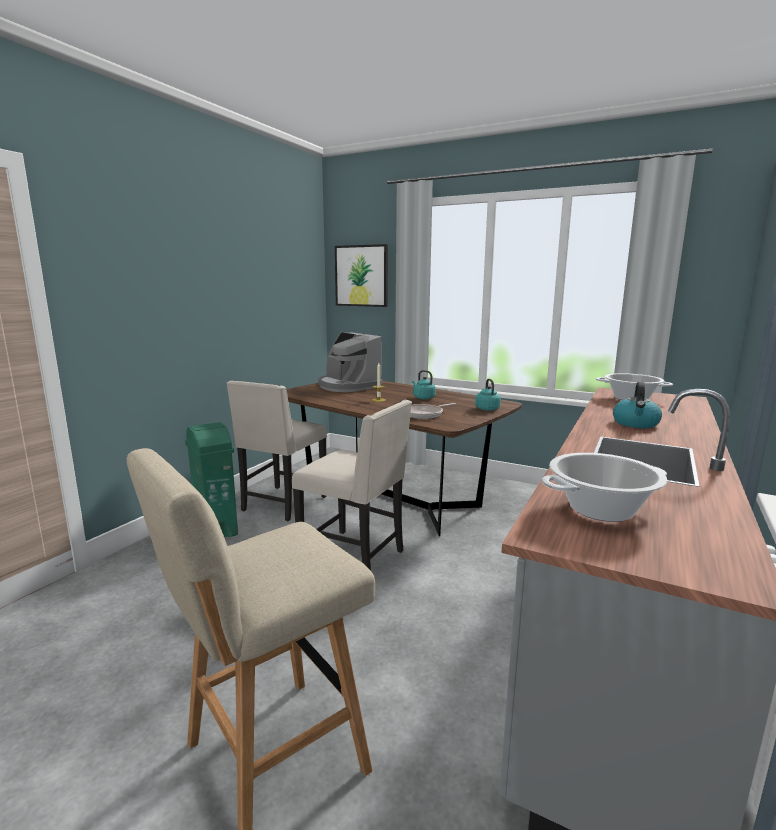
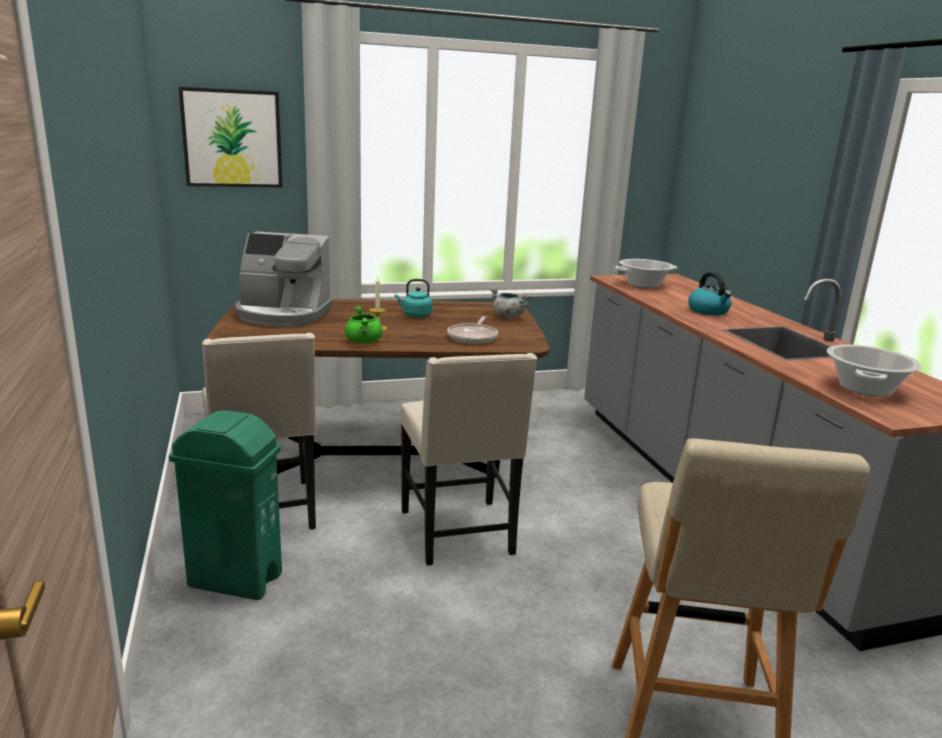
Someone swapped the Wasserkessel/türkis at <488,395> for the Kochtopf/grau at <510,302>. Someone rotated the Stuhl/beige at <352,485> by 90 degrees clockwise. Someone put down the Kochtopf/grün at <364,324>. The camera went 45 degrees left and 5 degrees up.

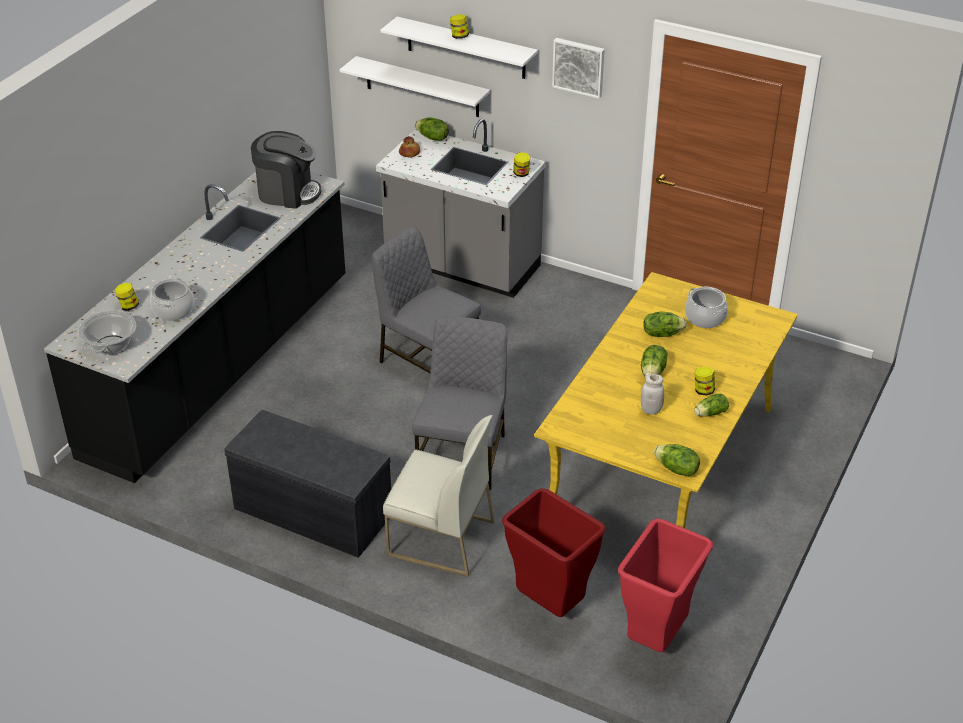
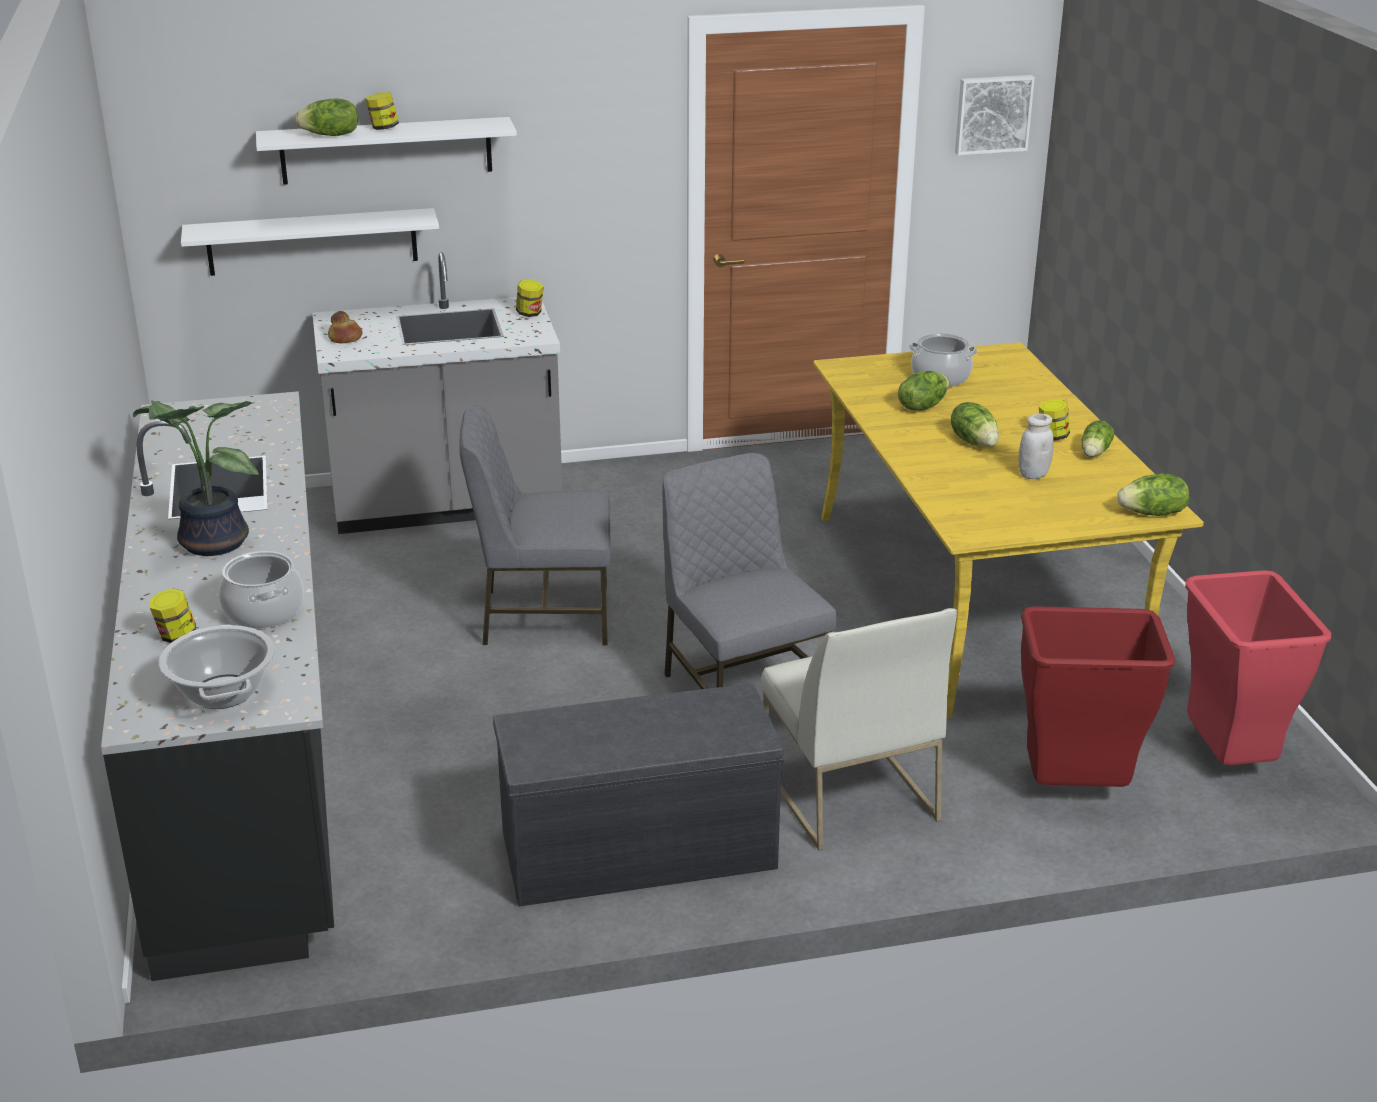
Someone carried the Bild from <578,68> to <995,115>. Someone carried the Salatkopf from <432,129> to <326,117>. Someone took away the Kaffeemaschine at <286,170>. Someone rotated the Stuhl/weiß at <439,496> by 90 degrees clockwise. Someone put down the Topfpflanze at <196,478>. The camera went 40 degrees left and 10 degrees down.

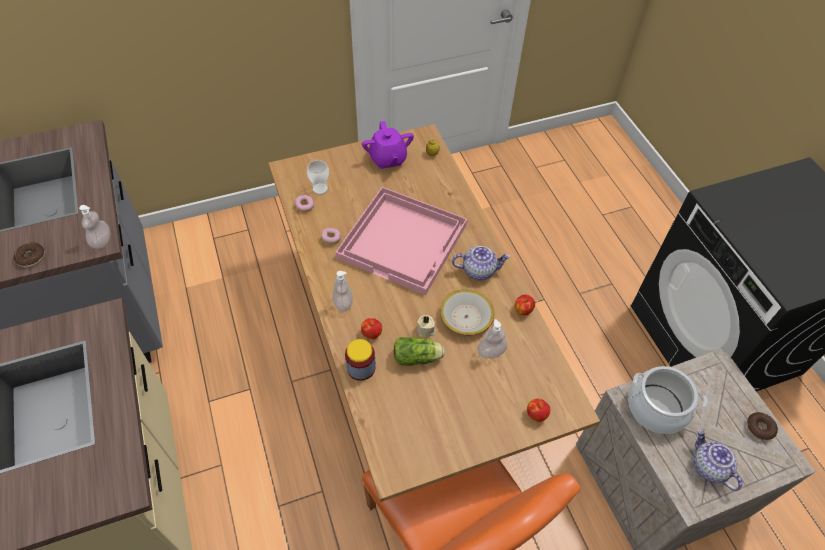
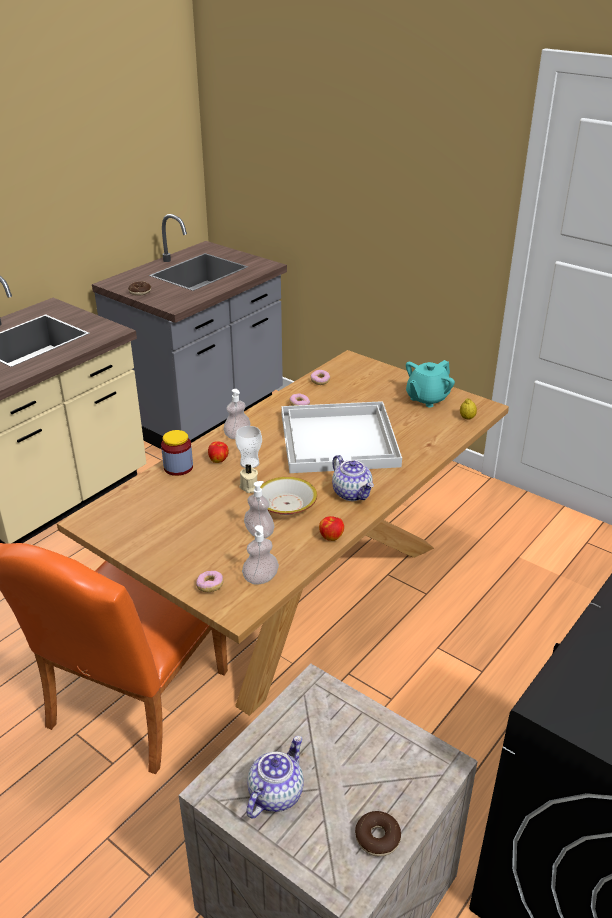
Someone repainted the Teekanne/lila at <388,145>, which became the Teekanne/türkis at <430,383>. Someone carried the Tasse from <318,177> to <248,447>. Someone repainted the Tablett/rosa at <401,241>, which became the Tablett/weiß at <341,437>. Someone carried the Seifenspender from <94,227> to <260,555>. Someone took away the Salatkopf at <419,351>. Someone took away the Kochtopf at <667,400>. Someone swapped the Apfel at <538,410> for the Donut at <209,581>. The camera went 60 degrees right and 20 degrees down.

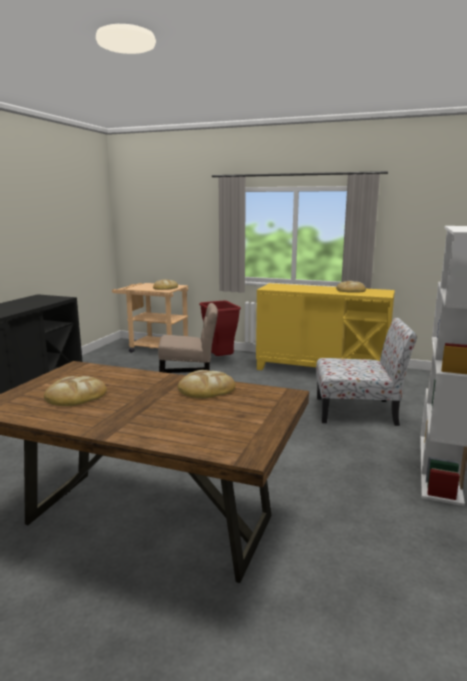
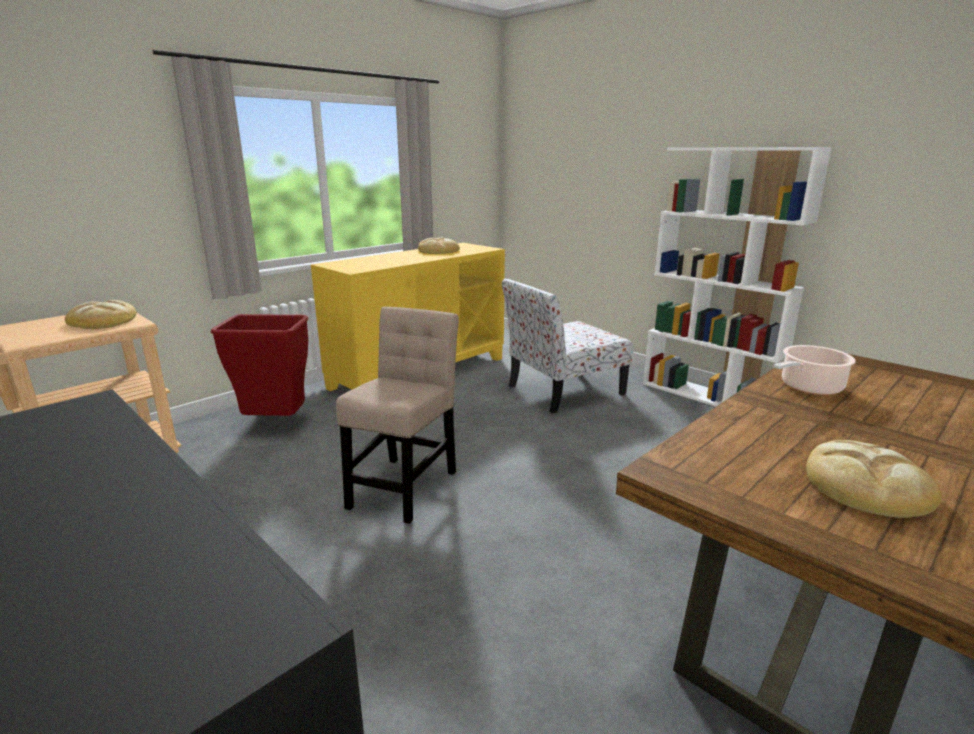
Someone rotated the Stuhl at <366,372> by 150 degrees counterclockwise. Someone swapped the Brot at <207,384> for the Kochtopf at <814,370>. The camera went 65 degrees left and 5 degrees up.

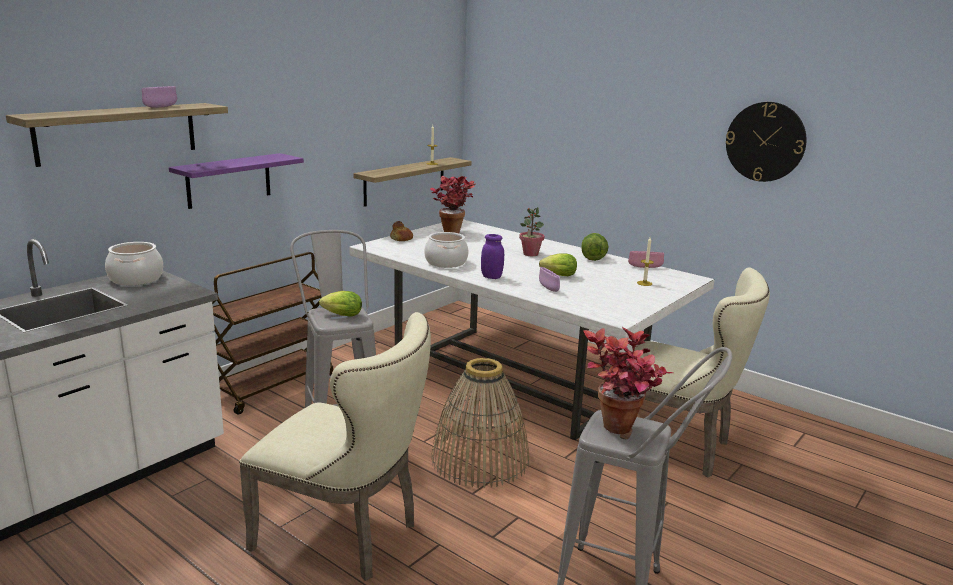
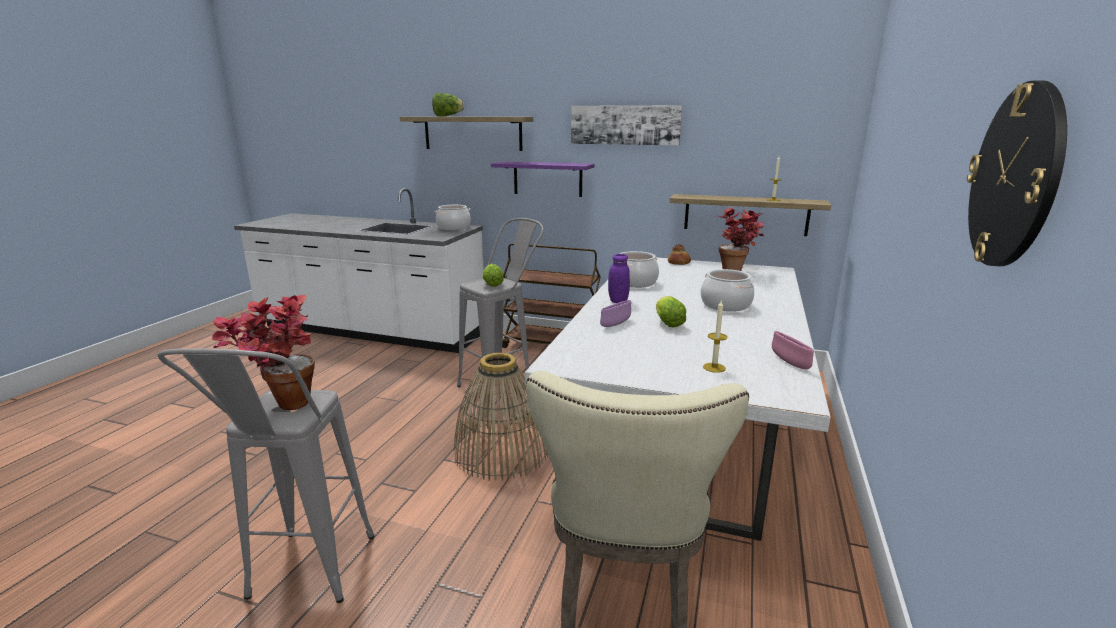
Someone took away the Schüssel/lila at <159,97>. Someone swapped the Topfpflanze at <532,231> for the Kochtopf at <727,290>. Someone carried the Salatkopf from <595,247> to <448,104>. Someone took away the Stuhl/beige at <335,446>. Someone put up the Bild at <626,125>. The camera went 70 degrees right and 0 degrees up.

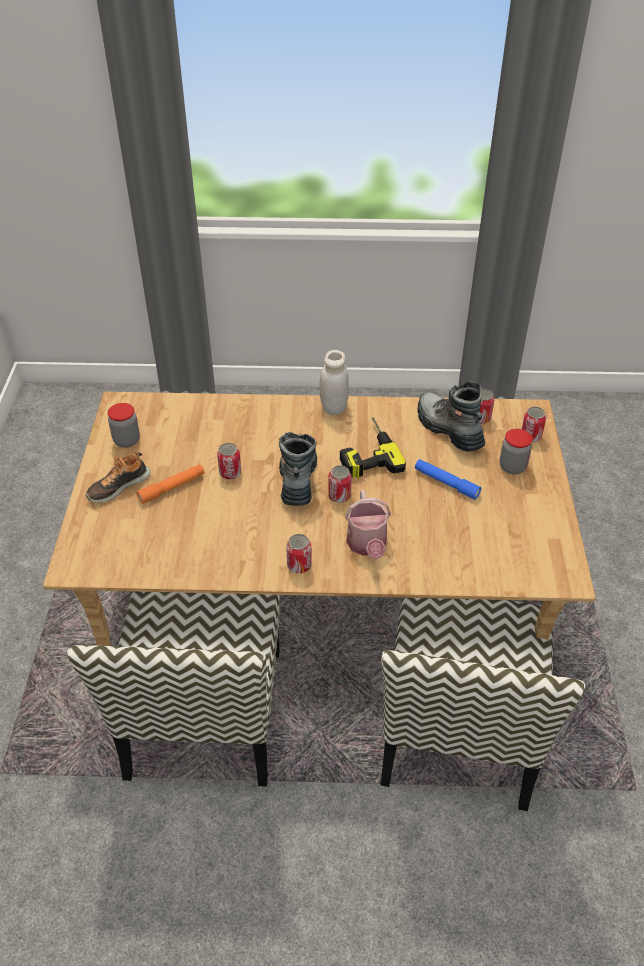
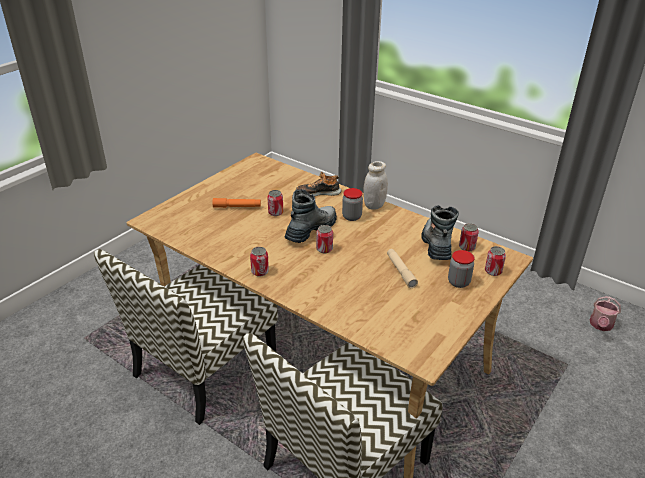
Someone carried the Vorratsglas from <124,425> to <352,204>. Someone took away the Bohrmaschine at <373,448>. Someone carried the Schuh from <118,477> to <318,184>. Someone repainted the Taschenlampe/blau at <448,479>, which became the Taschenlampe/beige at <402,268>. Someone carried the Gießkanne from <368,524> to <605,313>. The camera went 35 degrees right and 10 degrees down.

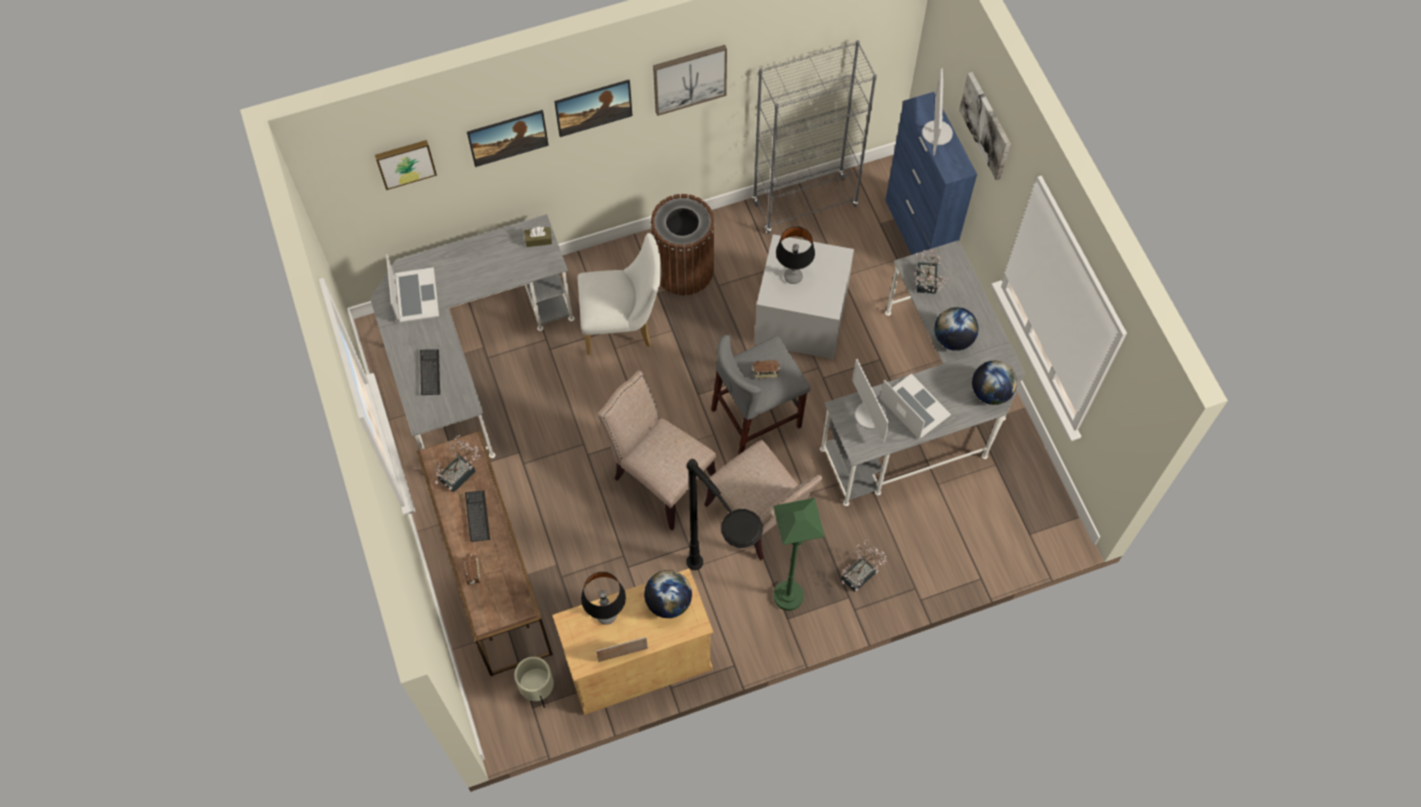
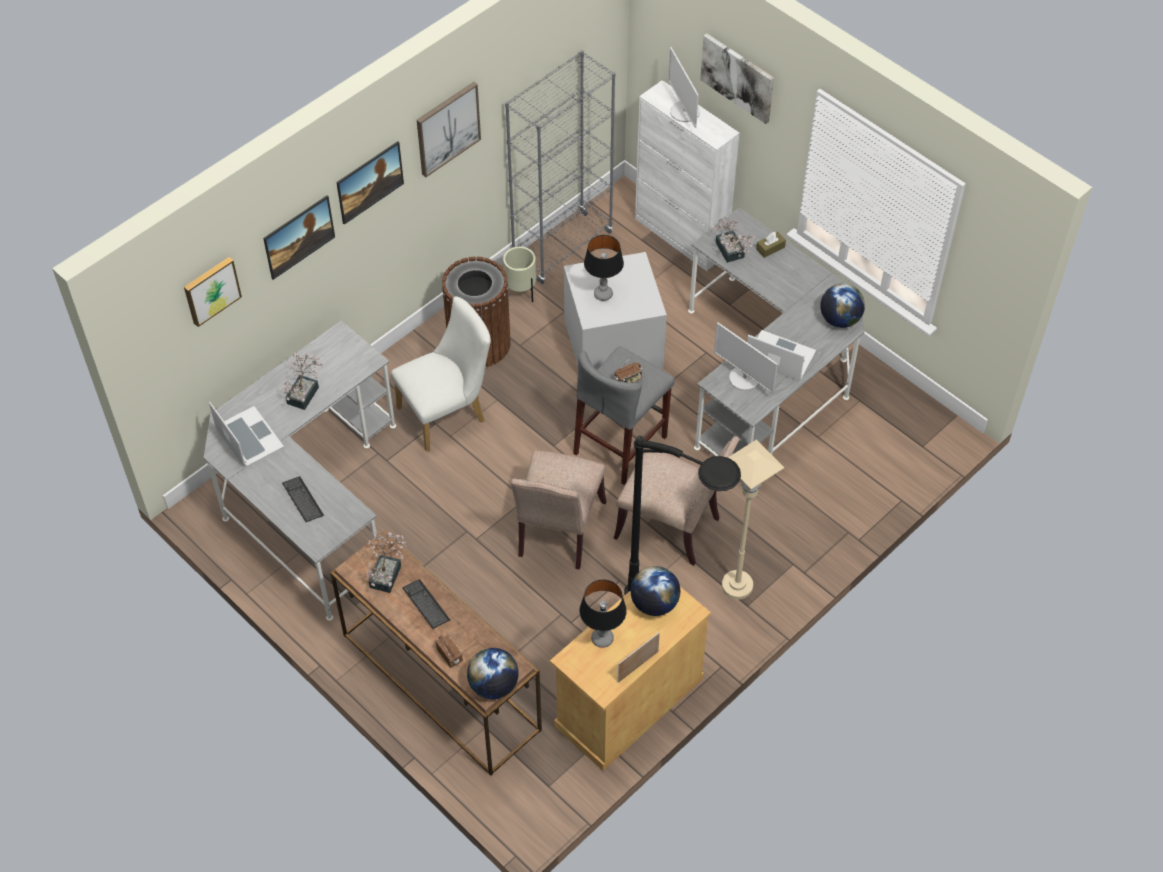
Someone repainted the Schrank/blau at <931,173>, which became the Schrank/weiß at <687,175>. Someone carried the Taschentuchbox/braun from <538,237> to <771,245>. Someone carried the Globus from <956,329> to <493,673>. Someone rotated the Stuhl/beige at <657,450> by 90 degrees counterclockwise. Someone repainted the Stehlampe/grün at <799,554>, which became the Stehlampe/beige at <753,519>. Someone carried the Topfpflanze from <864,566> to <303,380>. Someone carried the Pflanzkübel/beige from <534,682> to <519,274>. The camera went 25 degrees left and 10 degrees down.

